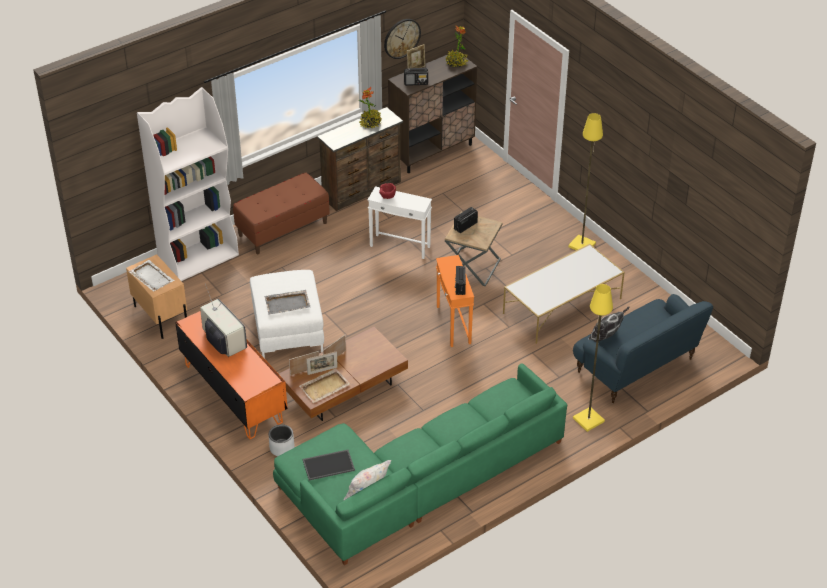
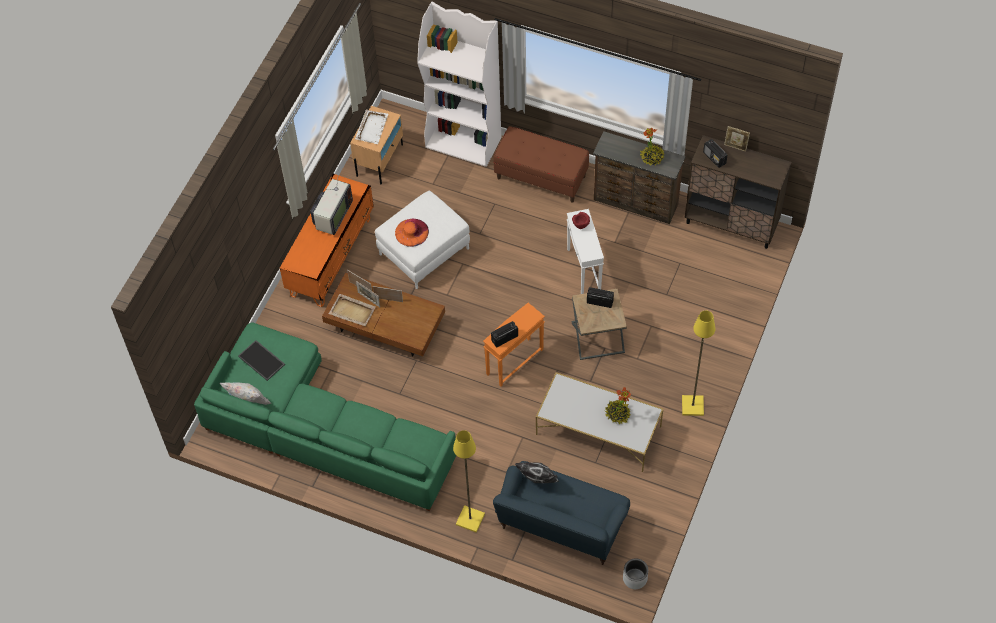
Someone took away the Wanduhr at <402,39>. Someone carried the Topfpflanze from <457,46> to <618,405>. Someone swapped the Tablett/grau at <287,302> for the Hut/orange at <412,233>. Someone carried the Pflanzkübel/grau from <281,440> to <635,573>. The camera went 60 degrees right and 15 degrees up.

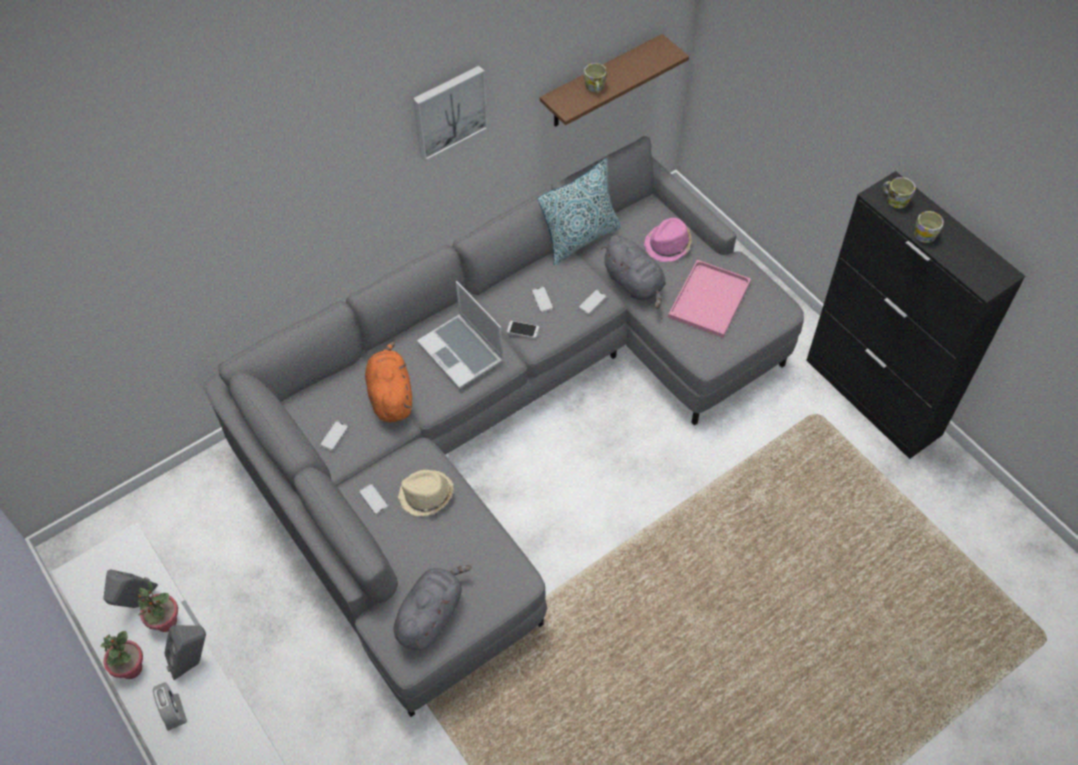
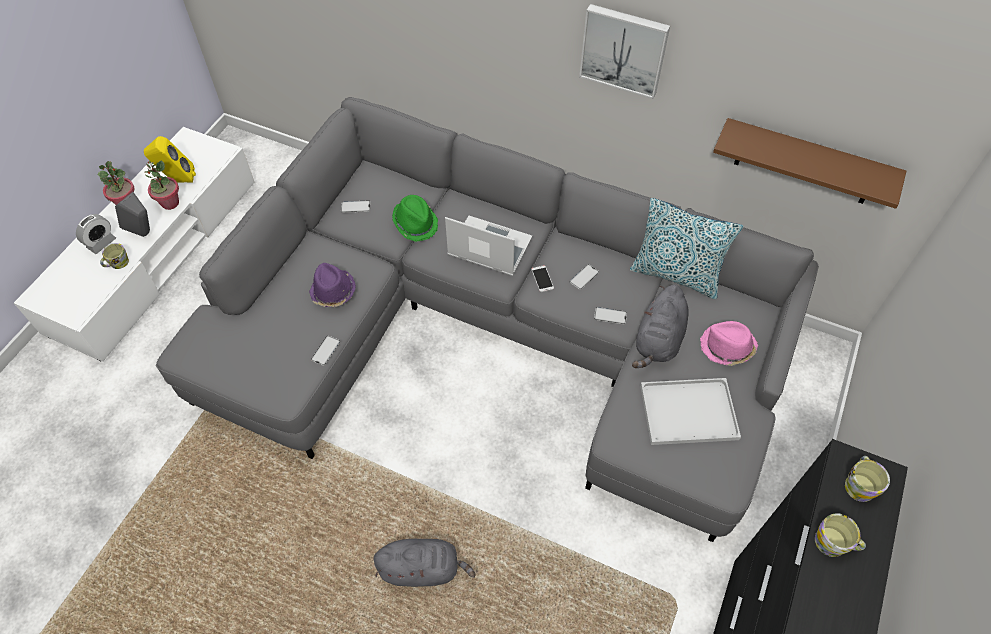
Someone carried the Henkelbecher from <595,78> to <114,256>. Someone repainted the Tablett/rosa at <709,299>, which became the Tablett/weiß at <690,411>. Someone rotated the Laptop at <460,335> by 90 degrees clockwise. Someone swapped the Plüschtier/orange at <388,381> for the Hut/grün at <415,218>. Someone repainted the Hut/beige at <426,493>, which became the Hut/lila at <332,285>. Someone carried the Handy from <374,499> to <325,351>. Someone carried the Plüschtier/grau from <433,607> to <424,563>. Someone repainted the Lautsprecher/grau at <130,588>, which became the Lautsprecher/gelb at <170,159>. The camera went 60 degrees right and 0 degrees up.

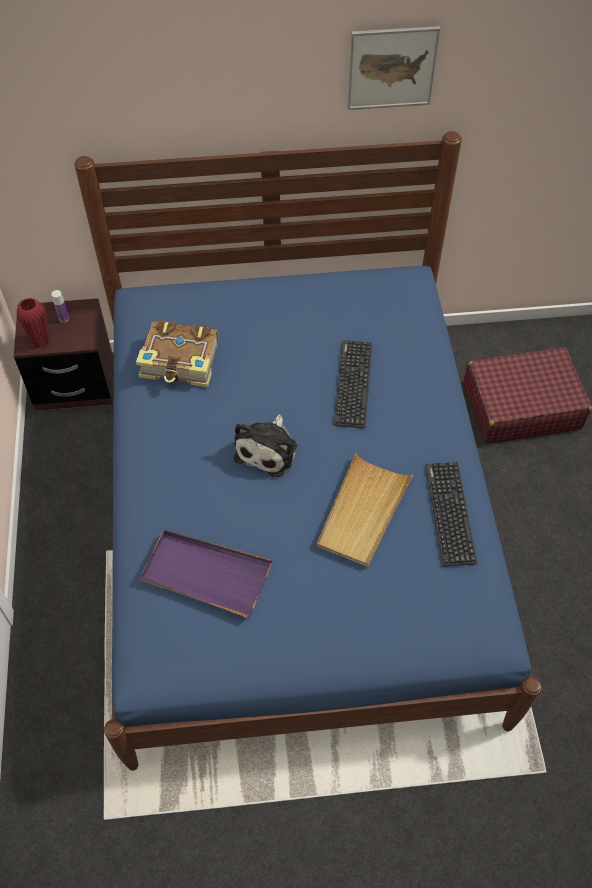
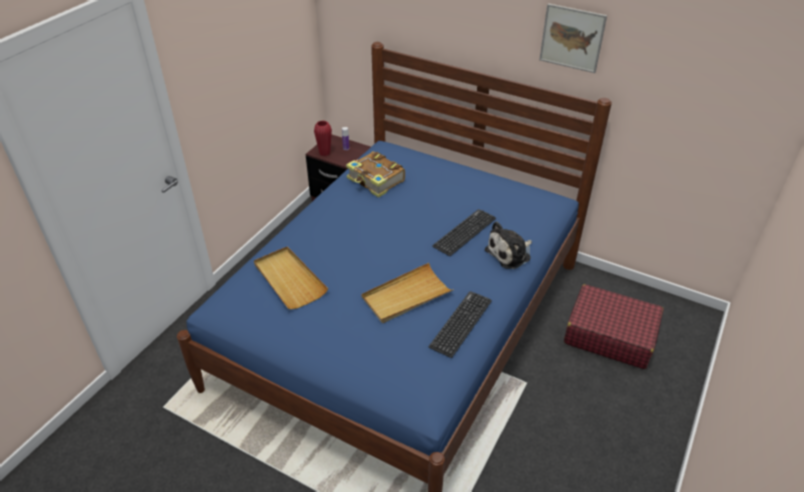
Someone carried the Plüschtier from <265,446> to <508,245>. Someone repainted the Tablett/lila at <206,574>, which became the Tablett/beige at <291,278>. The camera went 35 degrees right and 15 degrees down.

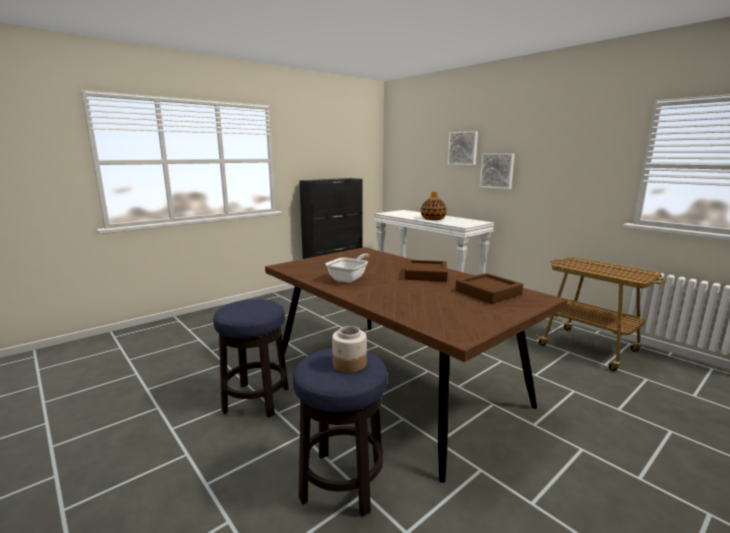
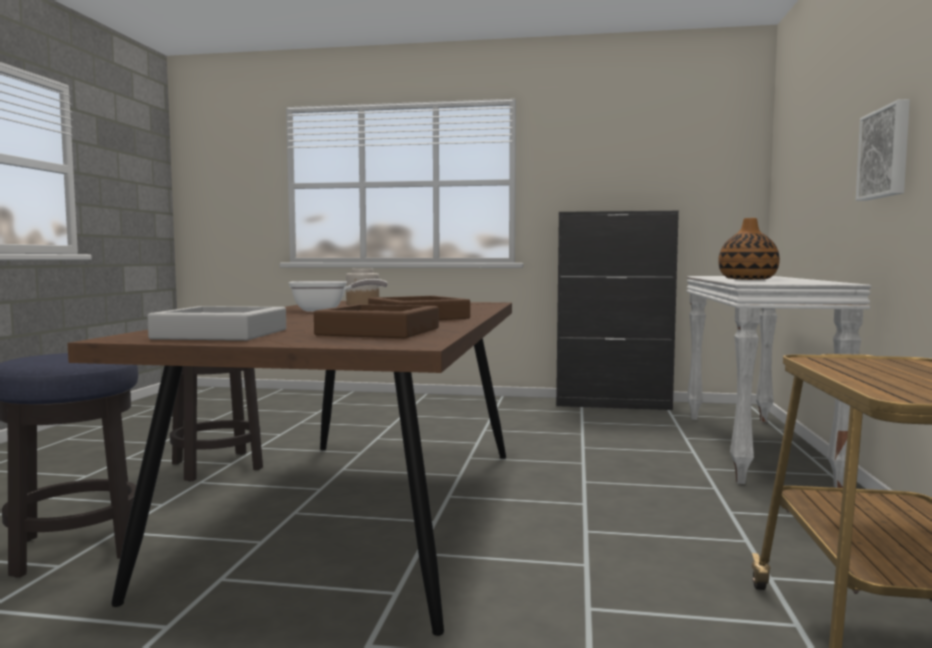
Someone took away the Bild at <463,148>. Someone carried the Vorratsglas from <349,349> to <362,287>. Someone put down the Tablett/grau at <216,323>. The camera went 50 degrees right and 10 degrees down.

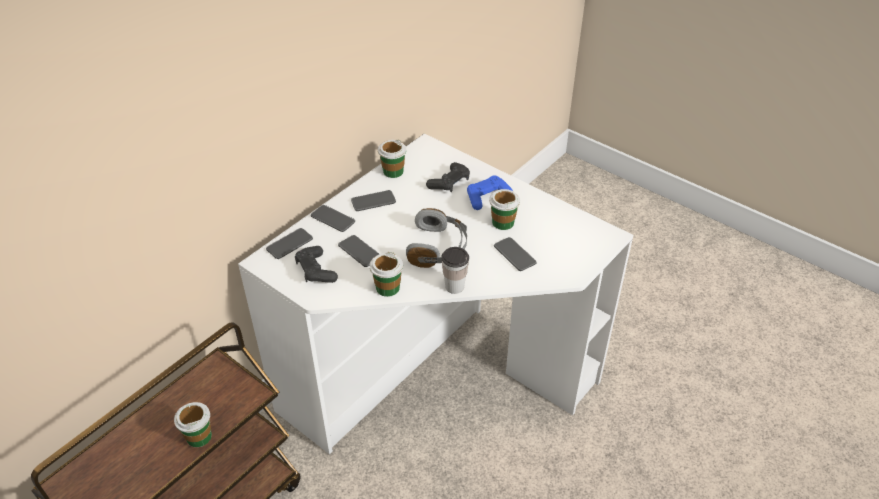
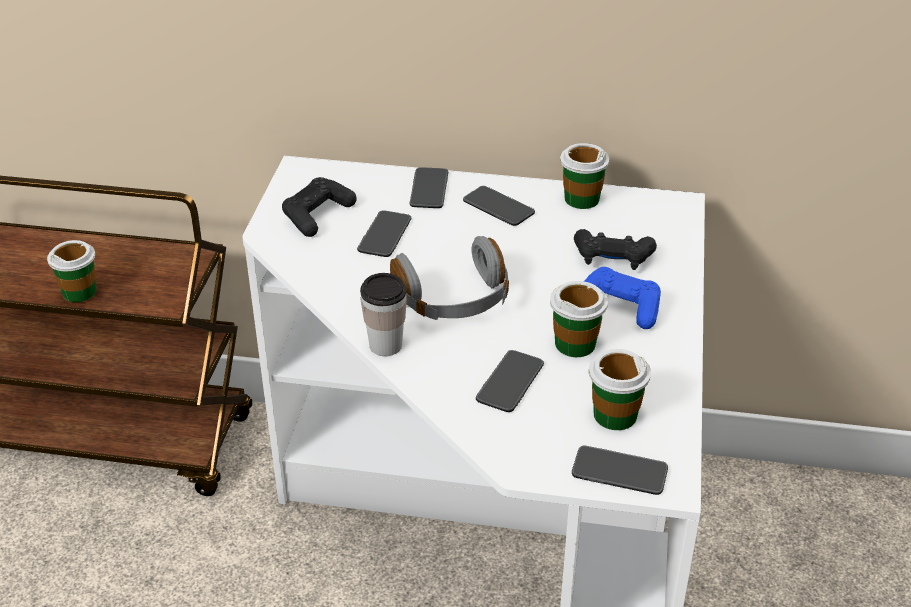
Someone carried the Handy from <289,243> to <620,470>. Someone carried the Tasse from <386,274> to <620,389>. The camera went 60 degrees right and 5 degrees down.

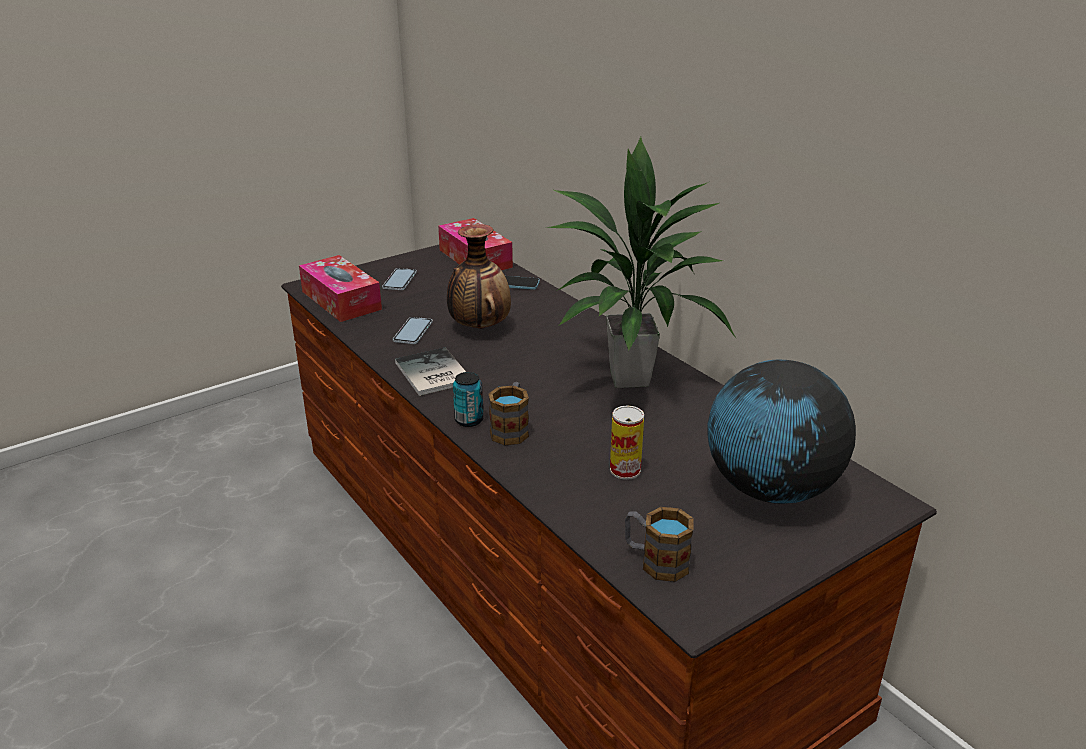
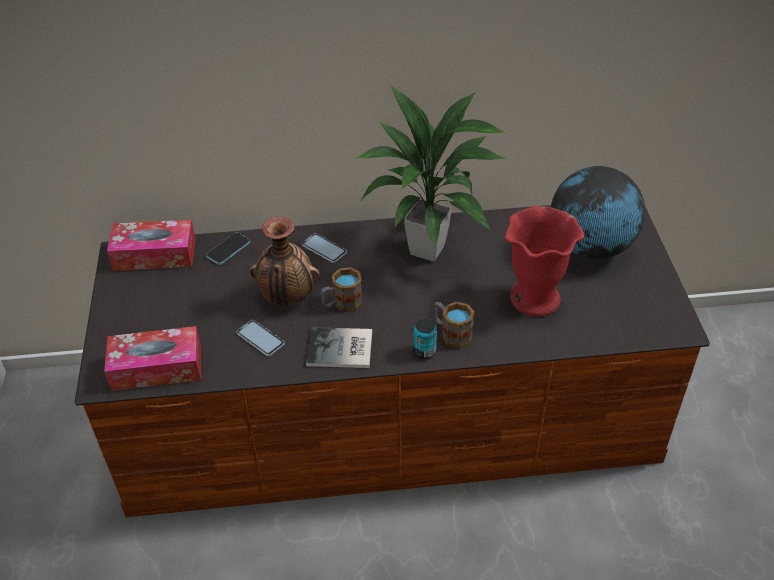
Someone carried the Handy from <399,279> to <324,248>. Someone swapped the Dose at <627,442> for the Vase/rot at <544,261>. Someone carried the Henkelbecher from <659,544> to <342,289>. The camera went 60 degrees left and 15 degrees up.

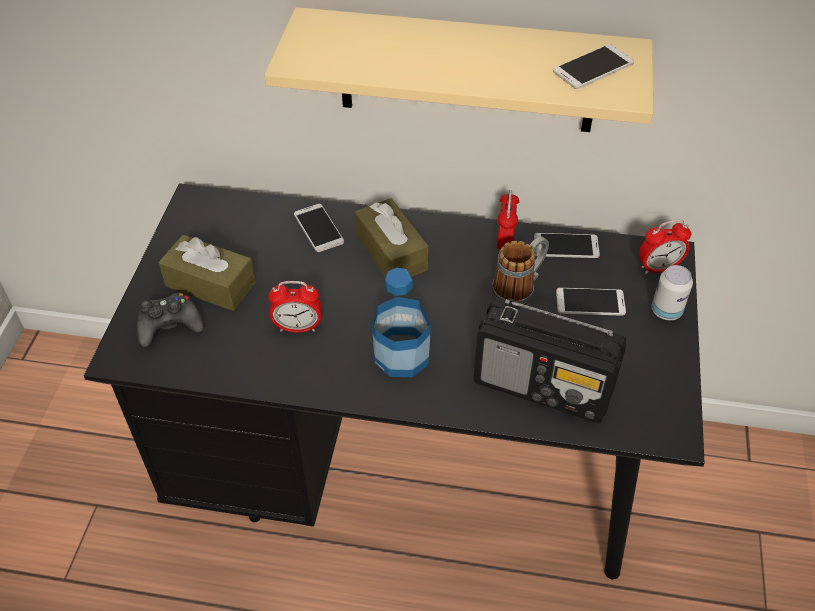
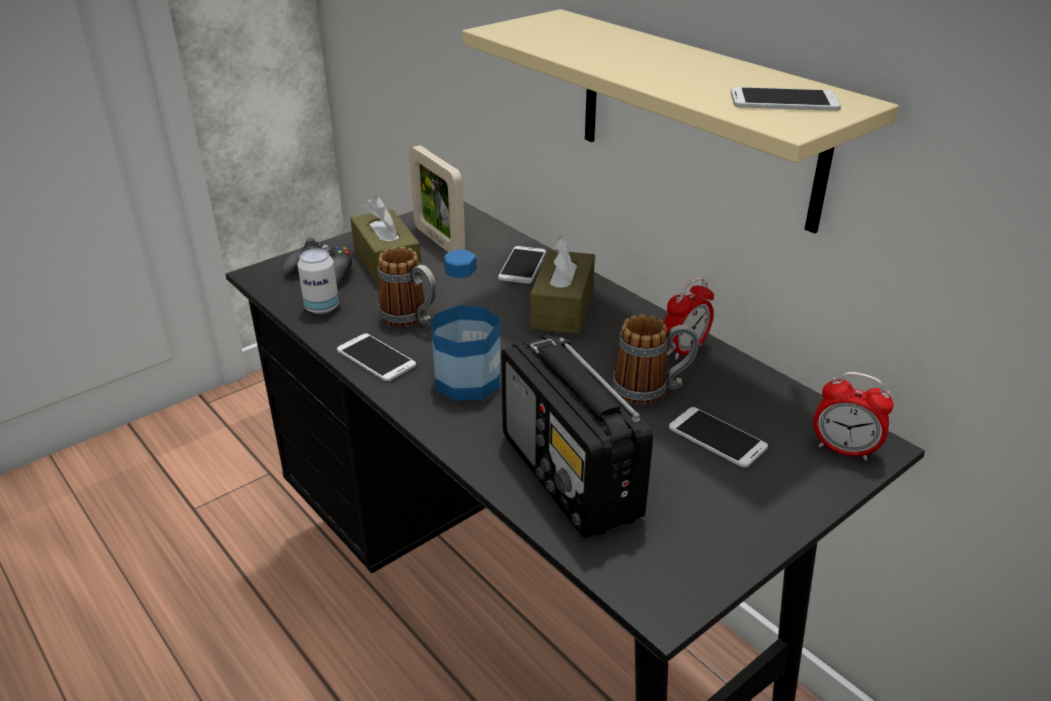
Someone carried the Handy from <567,245> to <376,357>. Someone carried the Dose from <672,292> to <318,281>. Someone swapped the Wecker at <295,307> for the Henkelbecher at <407,287>. Someone put down the Bilderrahmen at <437,198>. The camera went 40 degrees right and 15 degrees down.

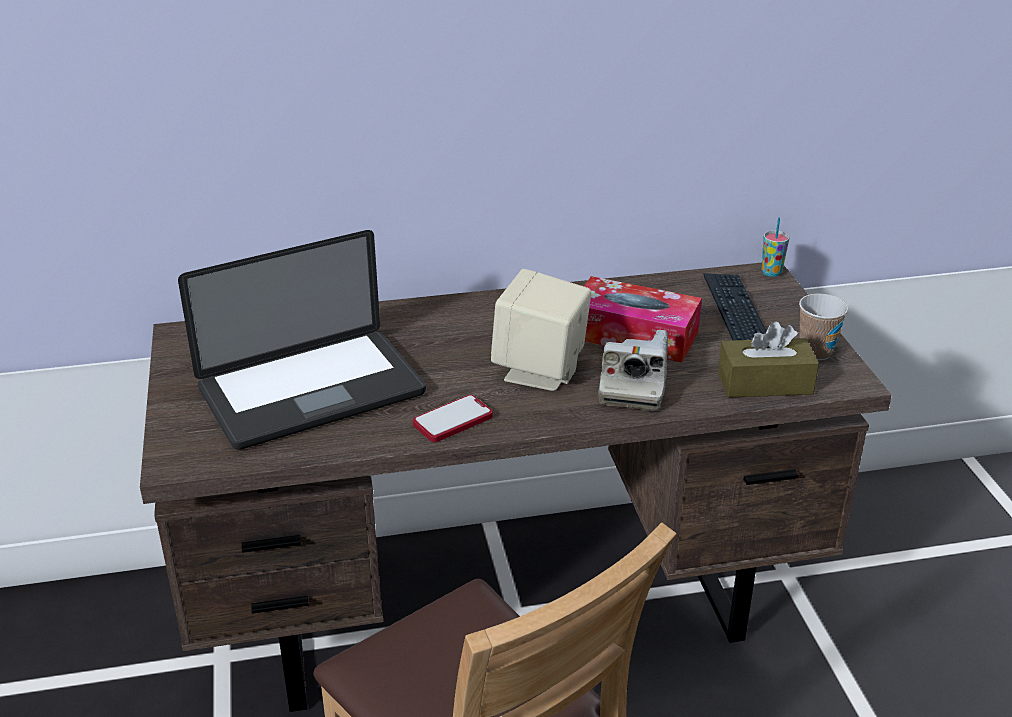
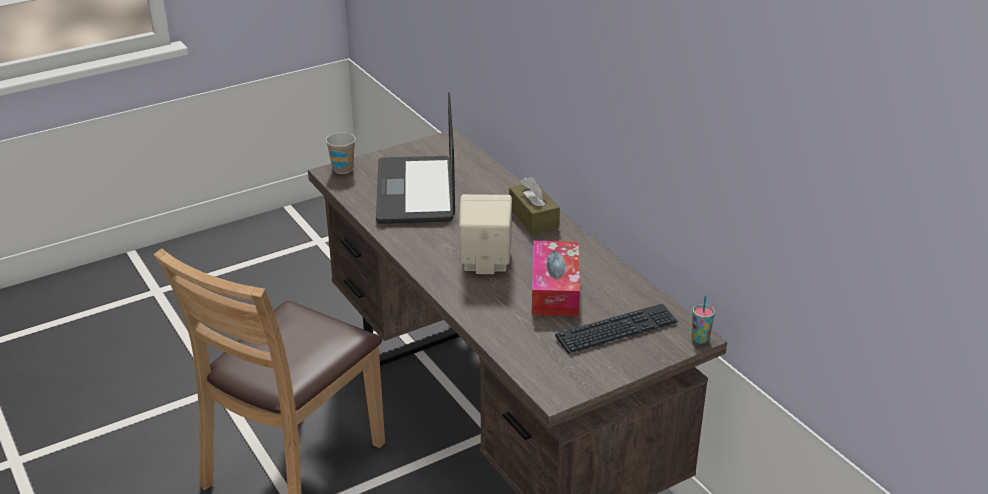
Someone rotated the Laptop at <302,340> by 45 degrees clockwise. Someone carried the Tasse from <823,327> to <341,153>. Someone carried the Taschentuchbox/braun from <768,359> to <534,205>. Someone took away the Kamera at <633,370>. Someone took away the Handy at <453,419>. The camera went 70 degrees right and 0 degrees up.

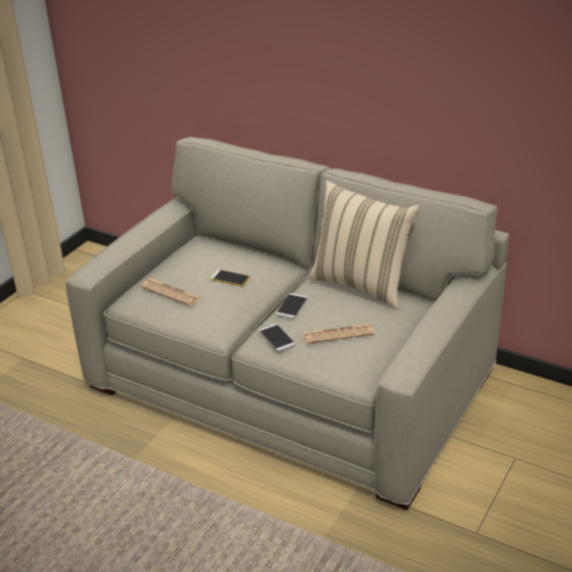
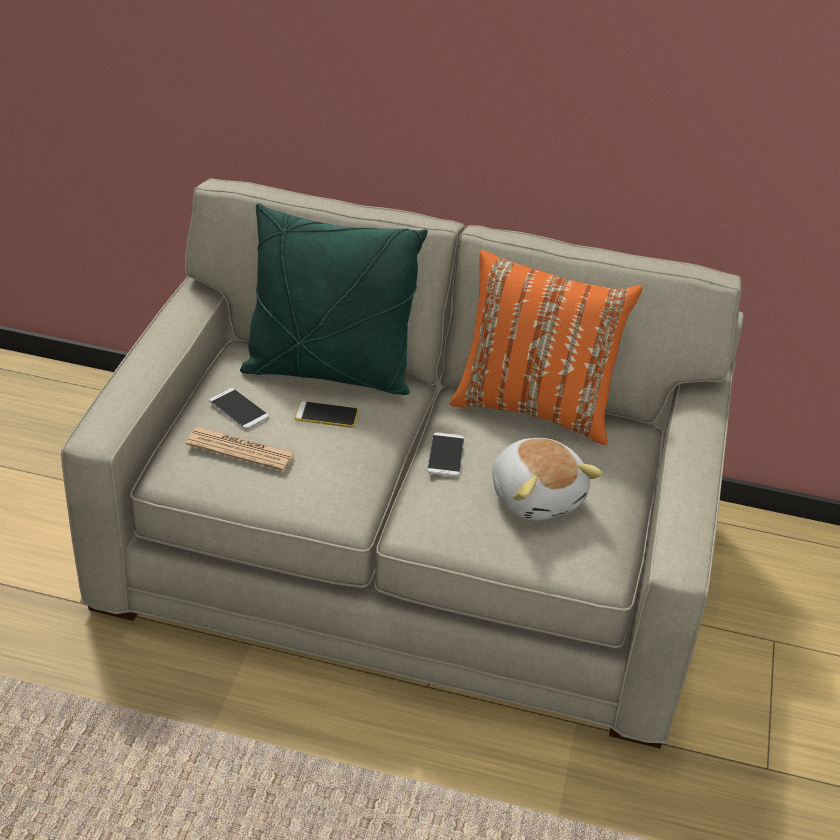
Someone repainted the Kissen/beige at <364,245>, which became the Kissen/orange at <546,347>. Someone swapped the Zeitung at <338,333> for the Plüschtier at <547,479>. Someone carried the Handy from <277,337> to <239,408>. Someone put down the Kissen/grün at <334,299>. The camera went 20 degrees left and 5 degrees up.

